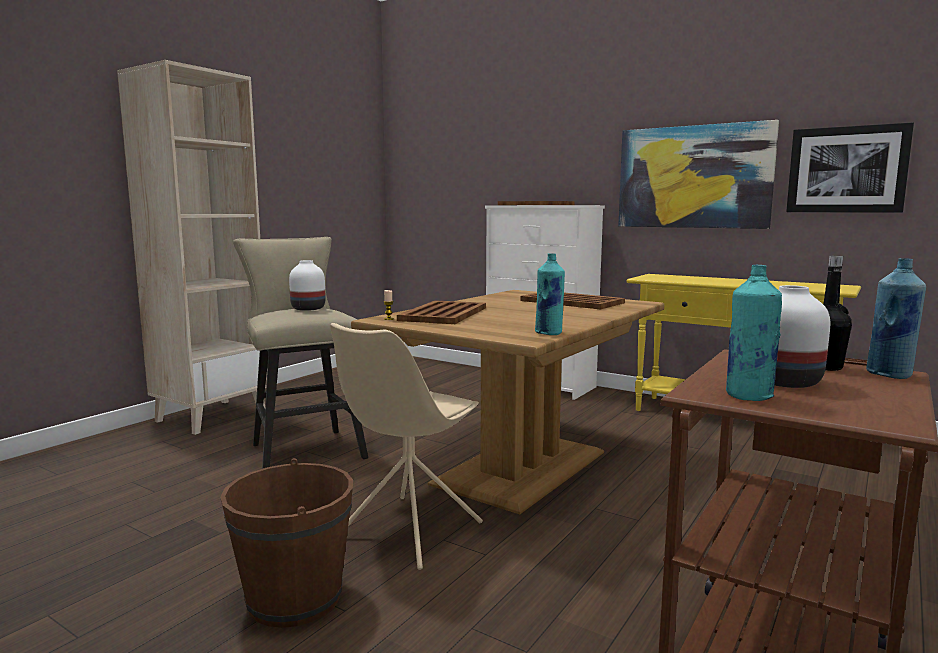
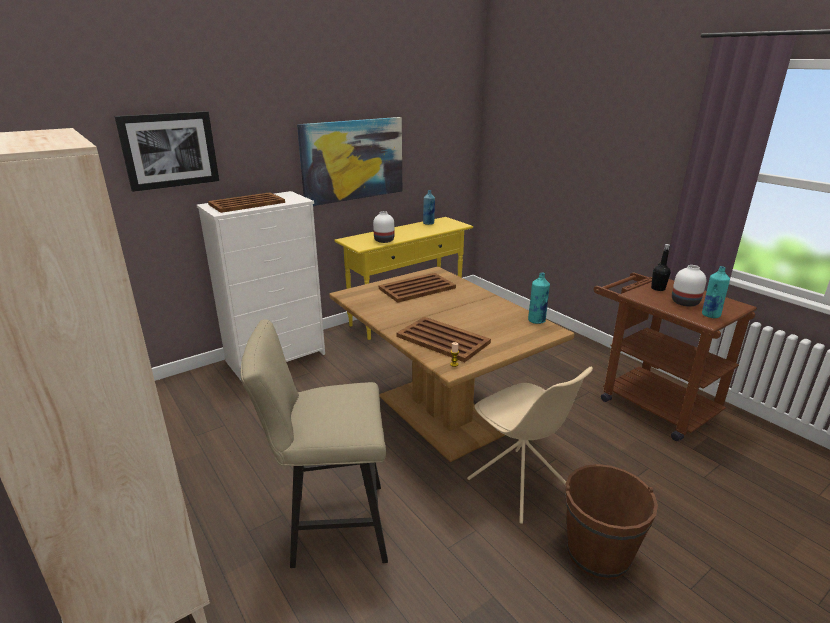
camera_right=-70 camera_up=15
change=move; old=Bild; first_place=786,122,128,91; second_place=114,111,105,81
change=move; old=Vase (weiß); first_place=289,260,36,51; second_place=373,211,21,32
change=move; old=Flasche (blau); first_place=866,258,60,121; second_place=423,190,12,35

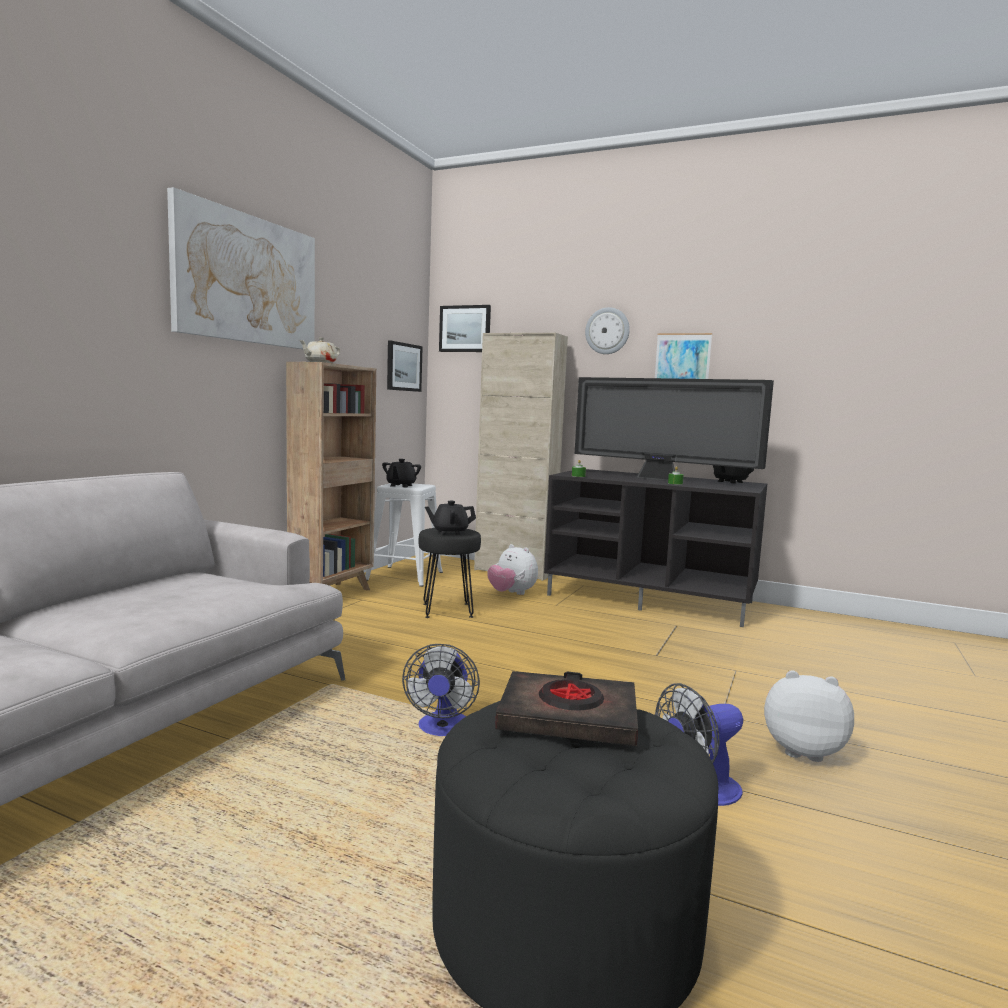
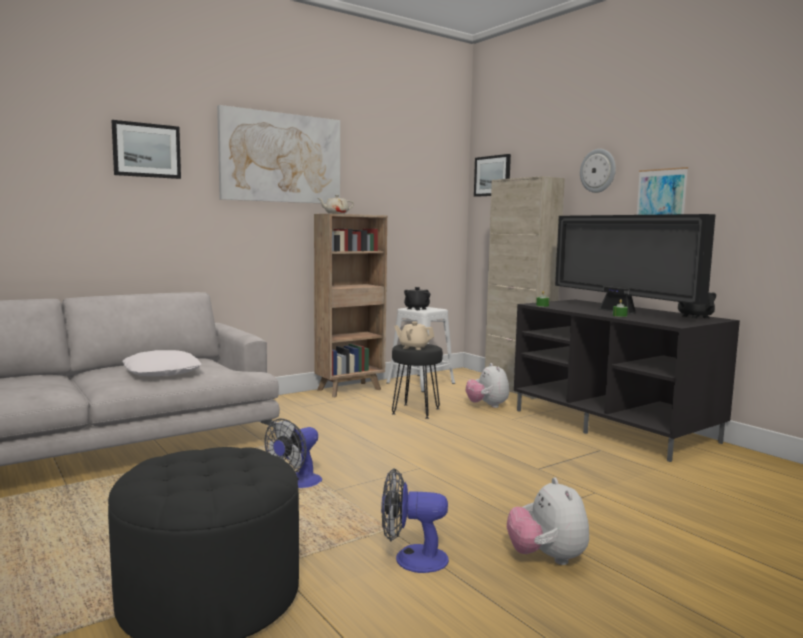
camera_right=30 camera_up=0
change=move; old=Bild; first_place=387,341,36,51; second_place=112,120,69,59
change=insert; new=Kissen (weiß); second_place=122,350,79,26
change=recolor; old=Teekanne (schwarz); new=Teekanne (beige); first_place=425,501,51,34; second_place=394,321,41,29
change=rotate; old=Plüschtier; first_place=764,670,90,92; second_place=507,477,82,88; degrees=-150
change=delete; old=Buch (schwarz); first_place=495,671,143,75

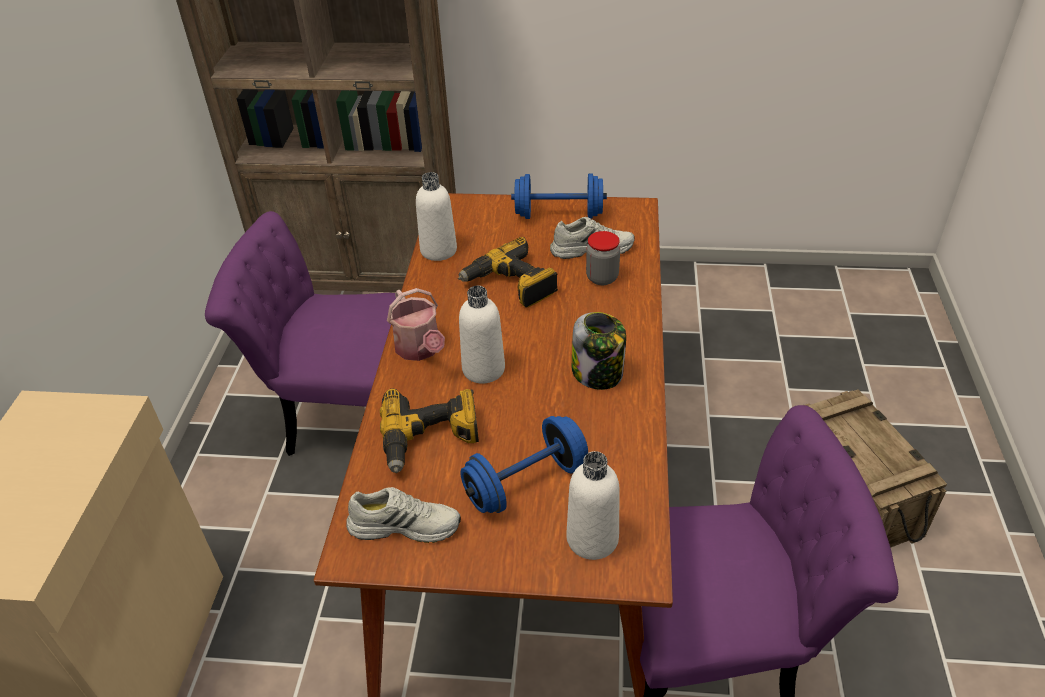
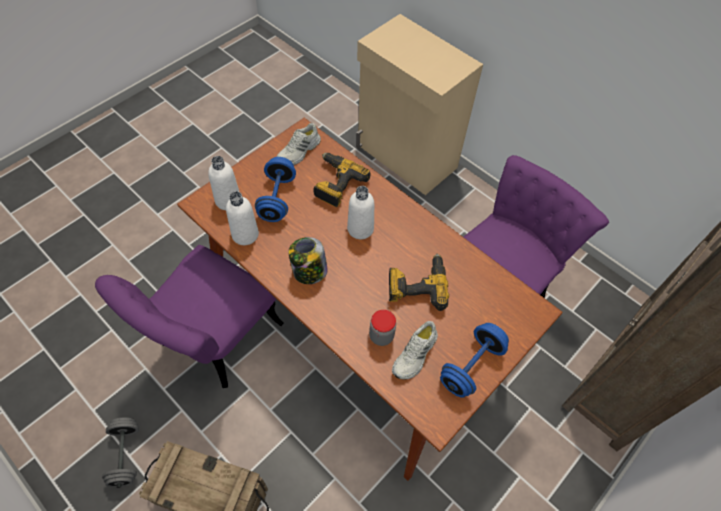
camera_right=125 camera_up=15
change=insert; new=Hantel (grau); second_place=102,417,37,71
change=move; old=Flasche (weiß); first_place=416,172,41,89; second_place=226,191,33,54
change=delete; old=Gießkanne; first_place=387,288,58,73

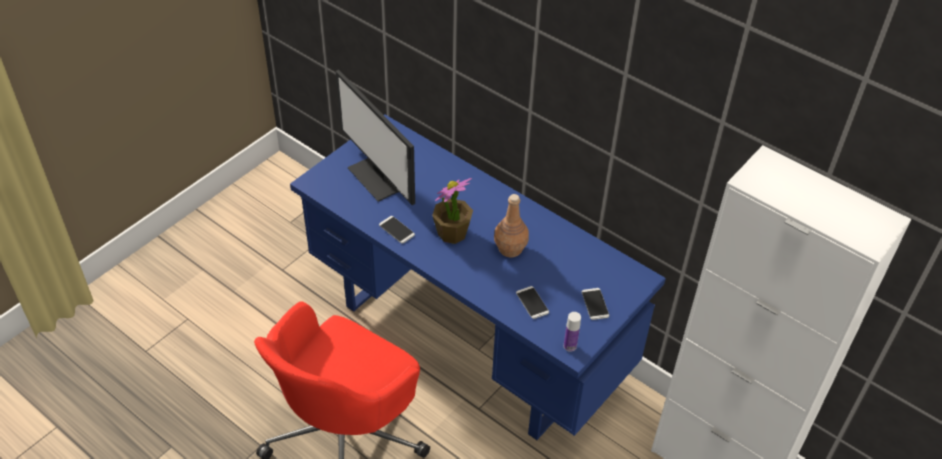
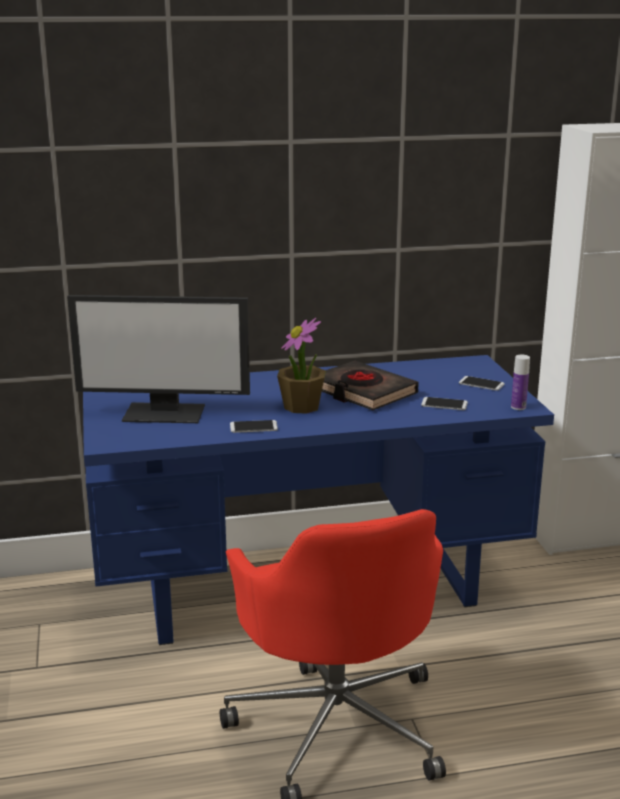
camera_right=-50 camera_up=-25
change=replace; old=Flasche (braun); new=Buch (schwarz); first_place=494,194,35,63; second_place=322,361,97,49

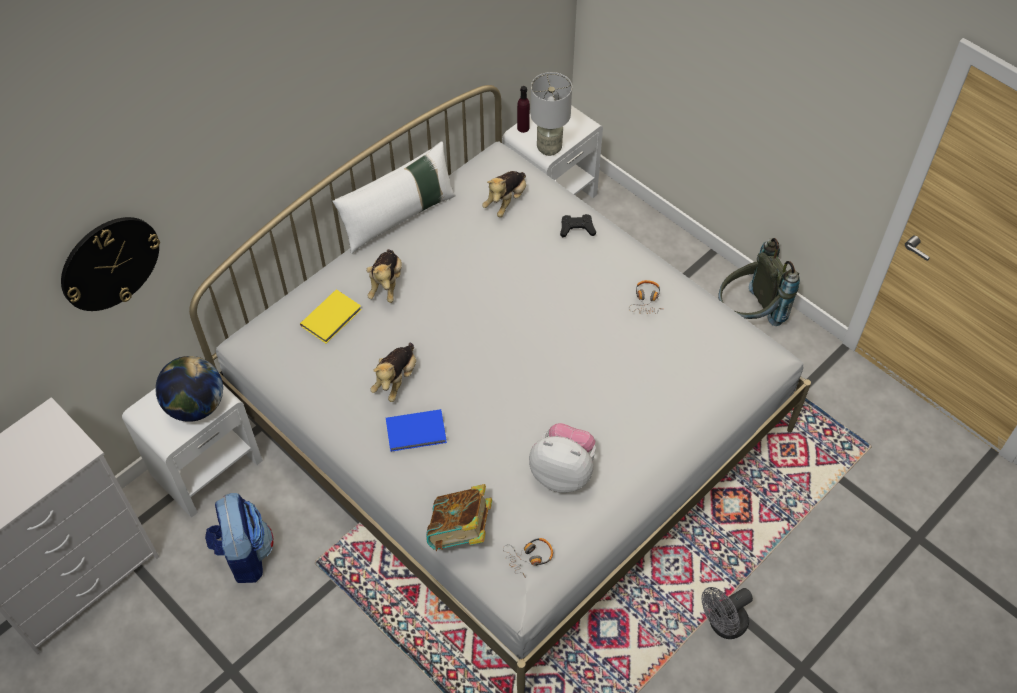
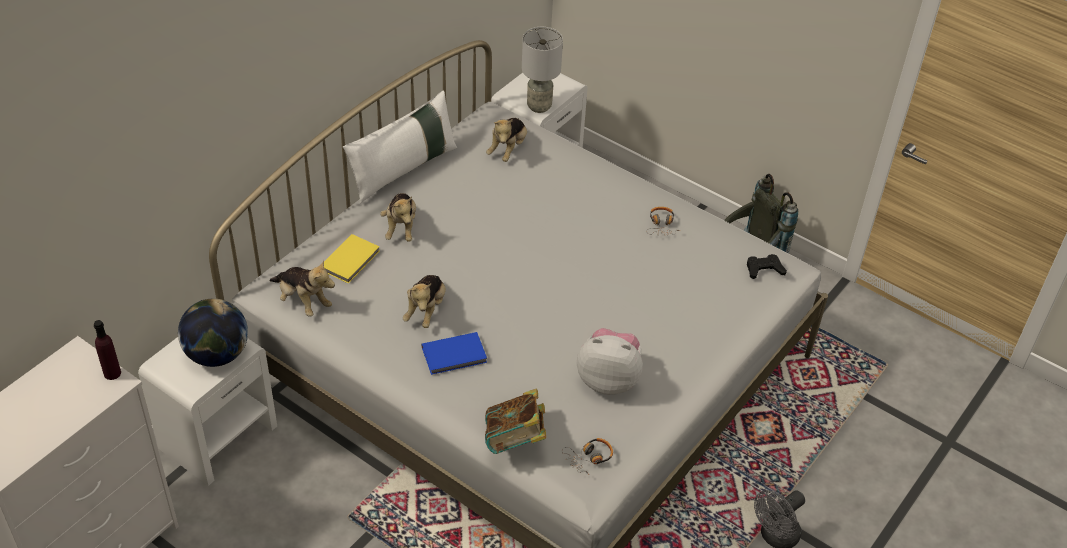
camera_right=-10 camera_up=-10
change=move; old=Flasche (lila); first_place=517,86,13,47; second_place=94,320,27,60
change=insert; new=Plüschtier; second_place=269,260,66,57
change=move; old=Gamepad (schwarz); first_place=560,214,36,24; second_place=747,254,40,25
change=delete; old=Wanduhr; first_place=61,217,99,94
change=delete; old=Rucksack; first_place=205,493,69,90

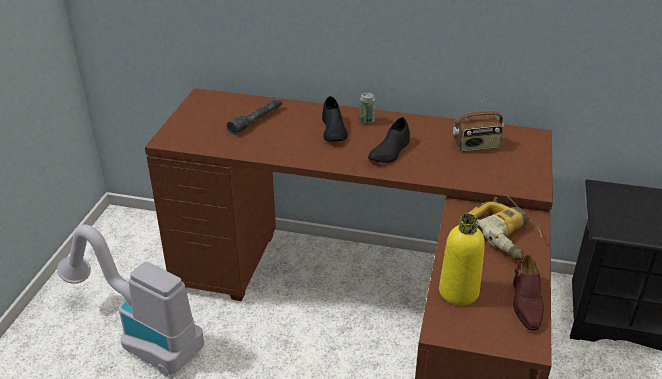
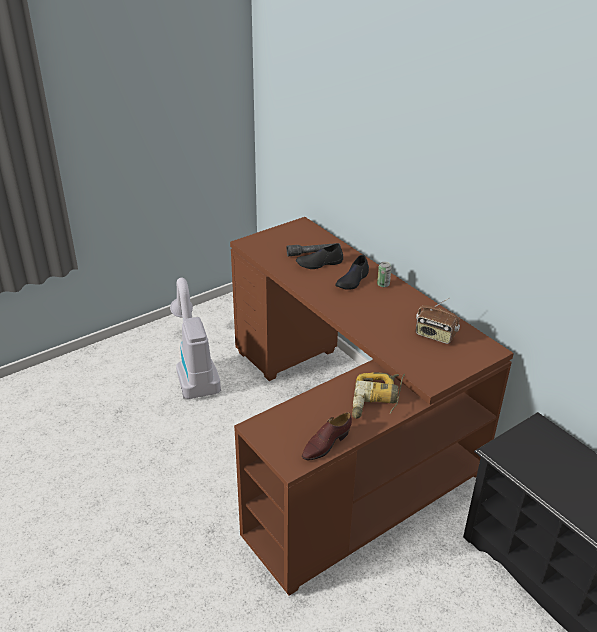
camera_right=40 camera_up=0
change=move; old=Schuh (schwarz); first_place=368,117,42,46; second_place=296,243,47,26
change=delete; old=Flasche (gelb); first_place=439,214,46,91

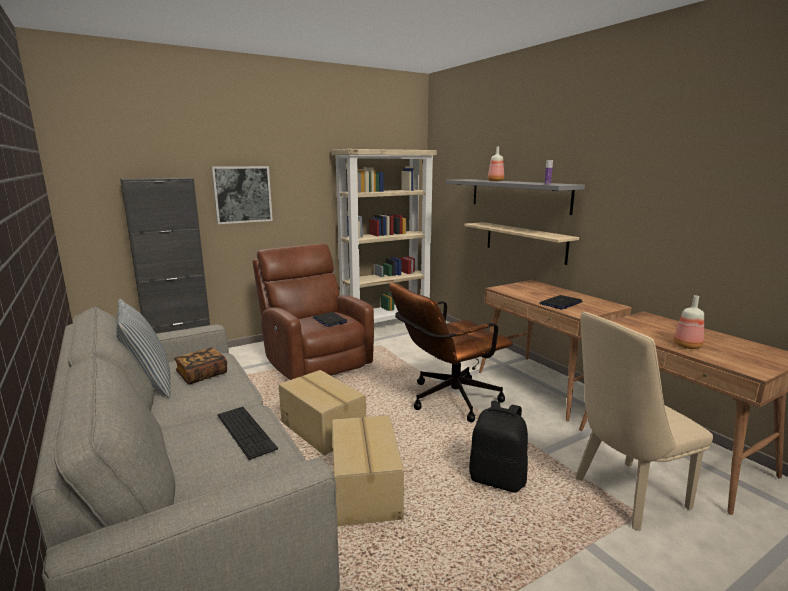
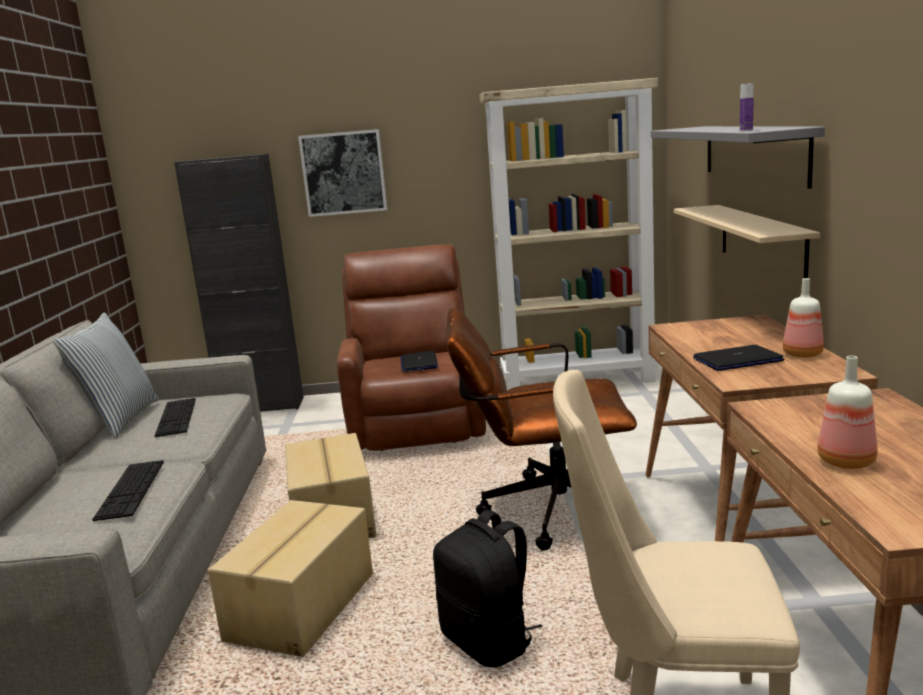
camera_right=30 camera_up=0
change=replace; old=Buch; new=Tastatur; first_place=174,347,53,37; second_place=155,398,41,39
change=move; old=Flasche; first_place=488,146,16,35; second_place=783,278,41,80

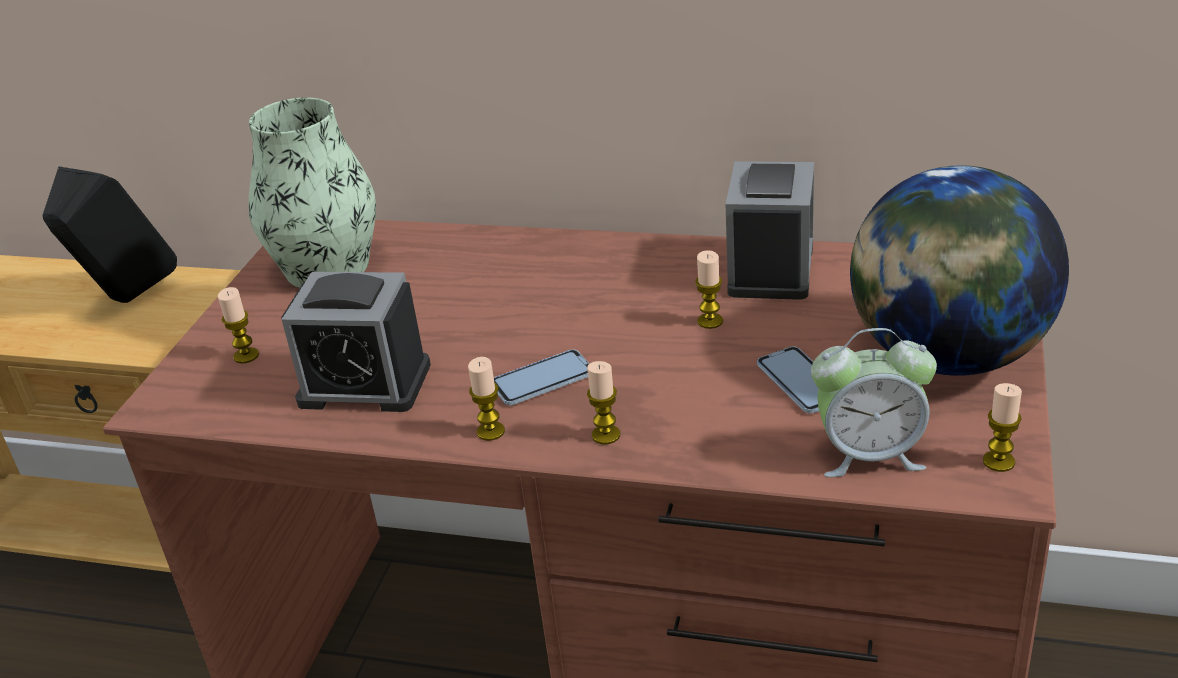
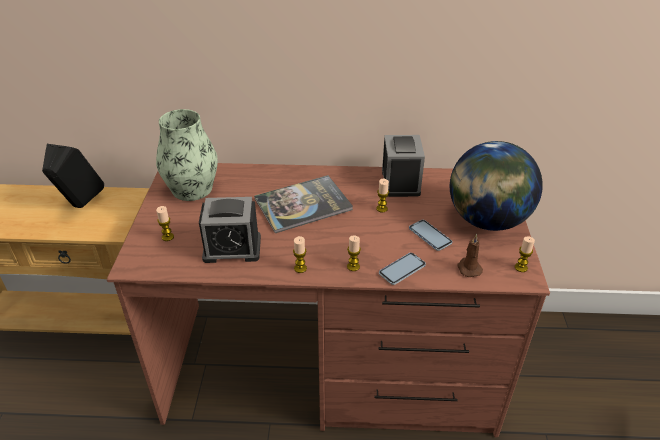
camera_right=-15 camera_up=5
change=insert; new=Buch; second_place=254,175,99,58
change=move; old=Handy; first_place=494,350,96,55; second_place=379,253,47,32
change=replace; old=Wecker; new=Kerze (braun); first_place=811,328,126,149; second_place=457,234,26,43

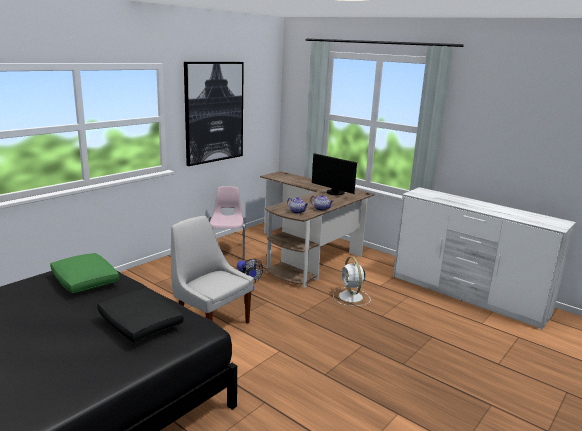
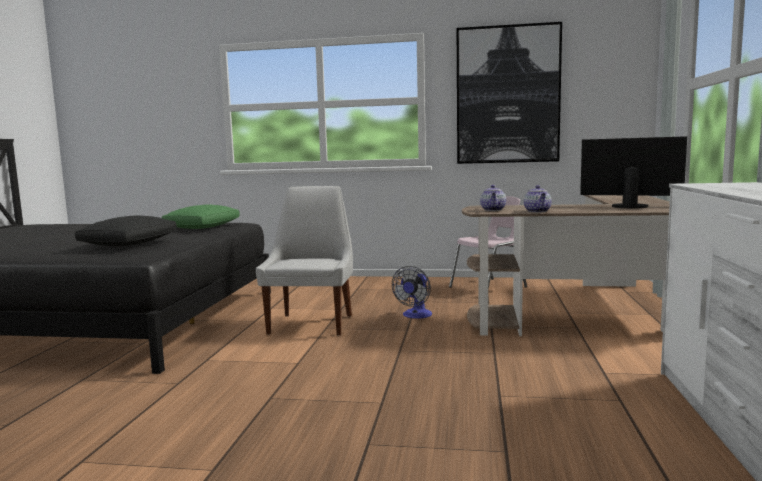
camera_right=60 camera_up=-10
change=rotate; old=Monitor; first_place=312,153,45,42; second_place=580,136,107,72; degrees=105
change=delete; old=Ventilator (weiß); first_place=333,257,38,49

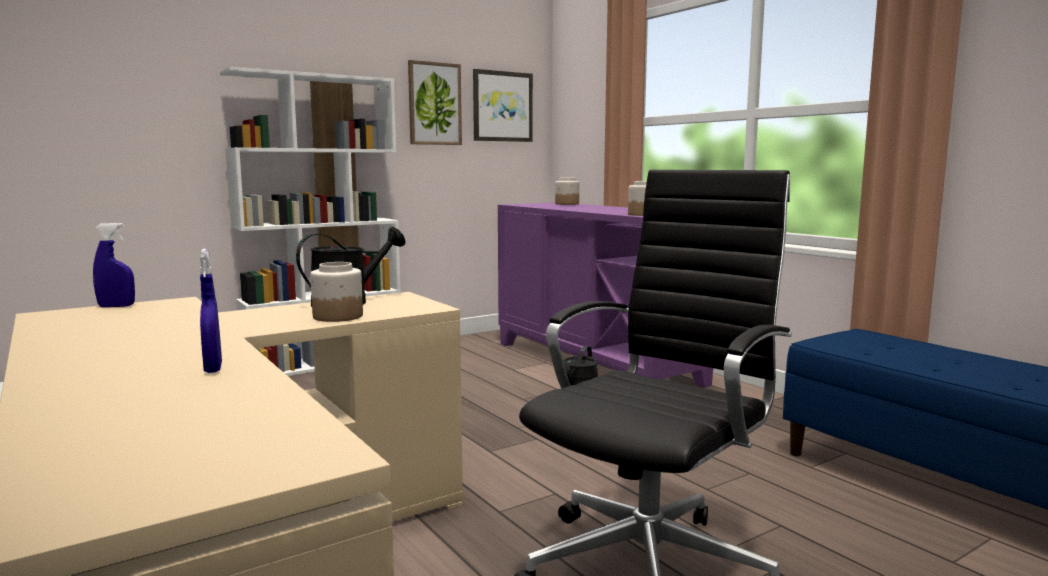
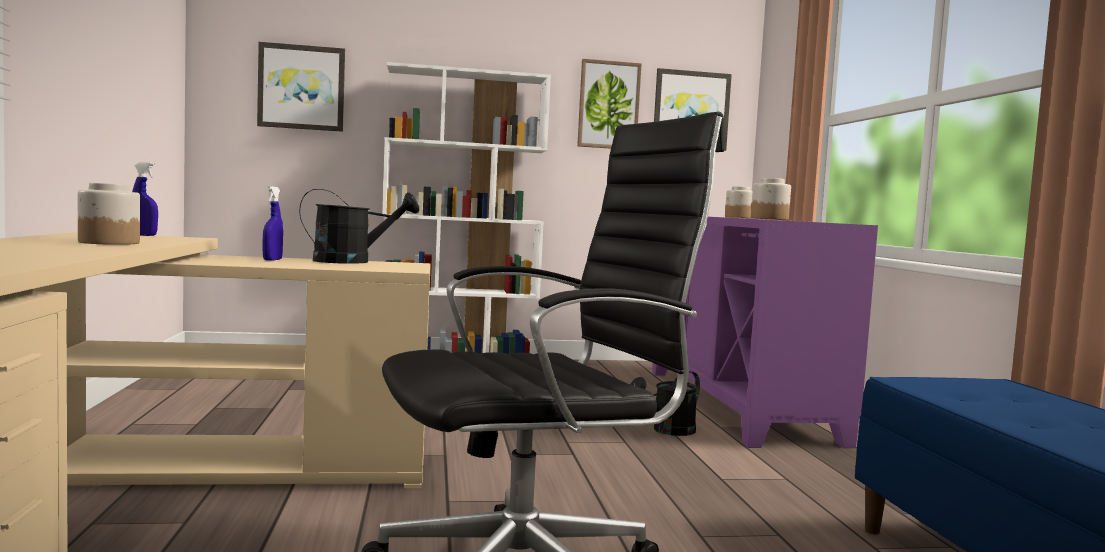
camera_right=25 camera_up=-5
change=move; old=Vorratsglas; first_place=310,262,53,60; second_place=78,183,62,62
change=insert; new=Bild; second_place=257,42,88,90
change=move; old=Sprühflasche (blau); first_place=199,249,23,124; second_place=263,186,20,75

